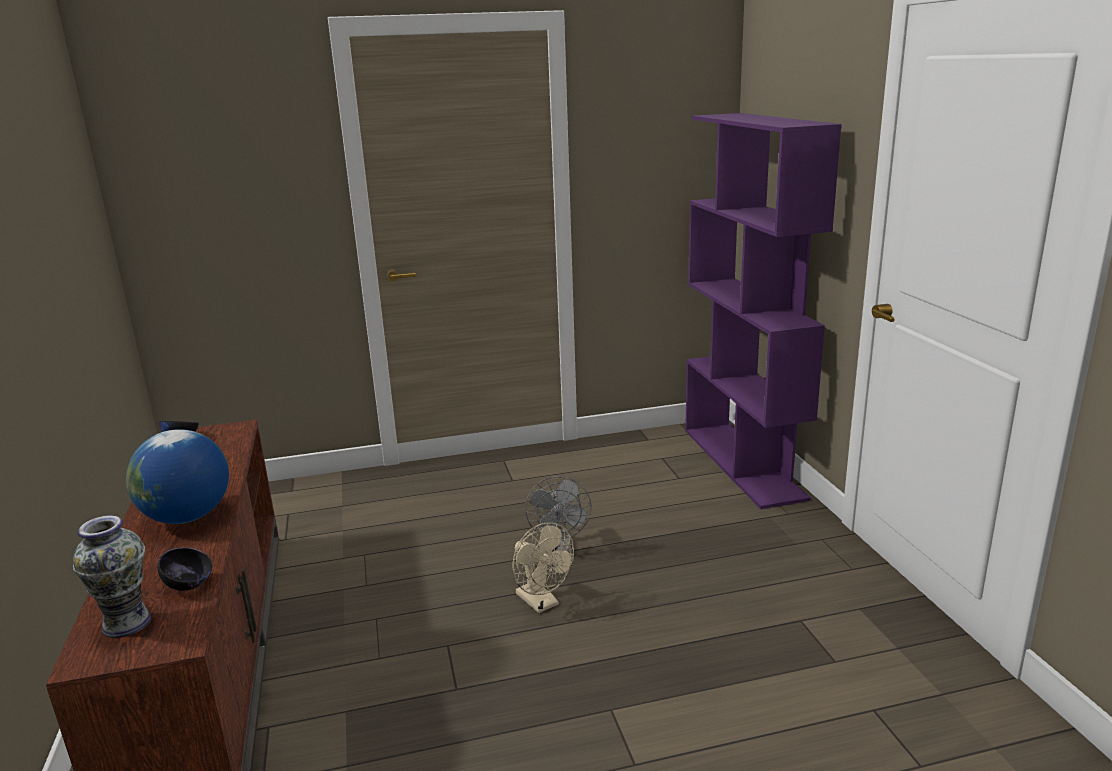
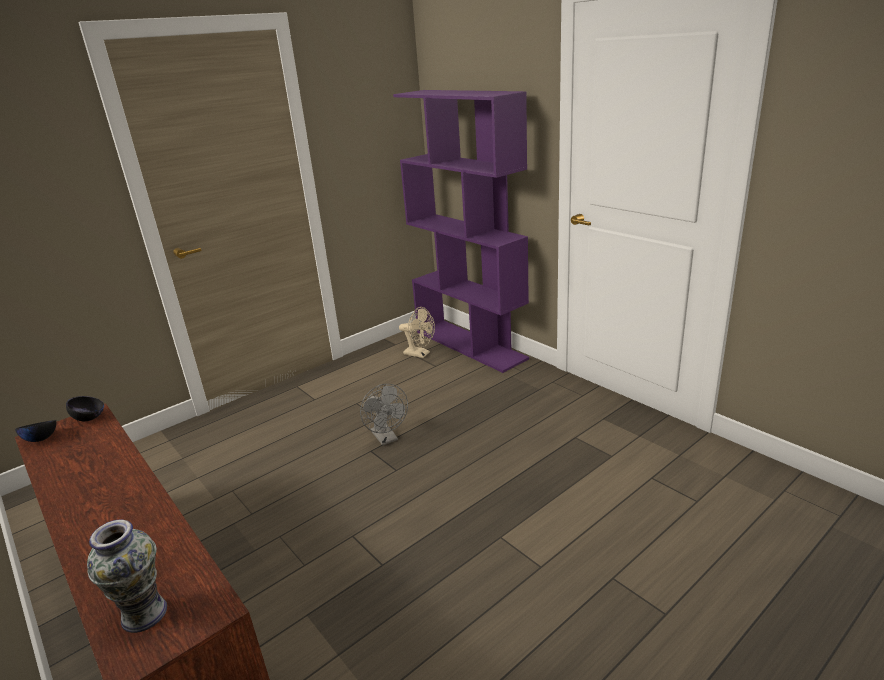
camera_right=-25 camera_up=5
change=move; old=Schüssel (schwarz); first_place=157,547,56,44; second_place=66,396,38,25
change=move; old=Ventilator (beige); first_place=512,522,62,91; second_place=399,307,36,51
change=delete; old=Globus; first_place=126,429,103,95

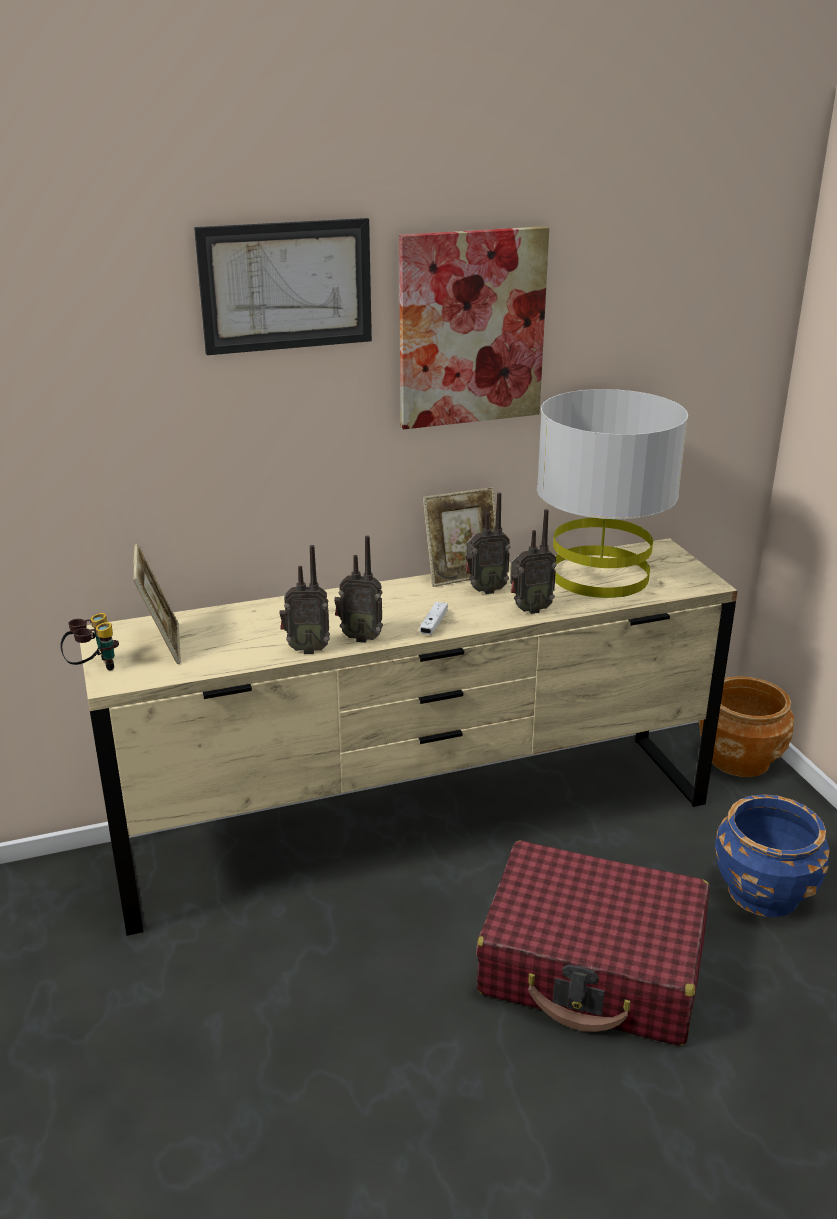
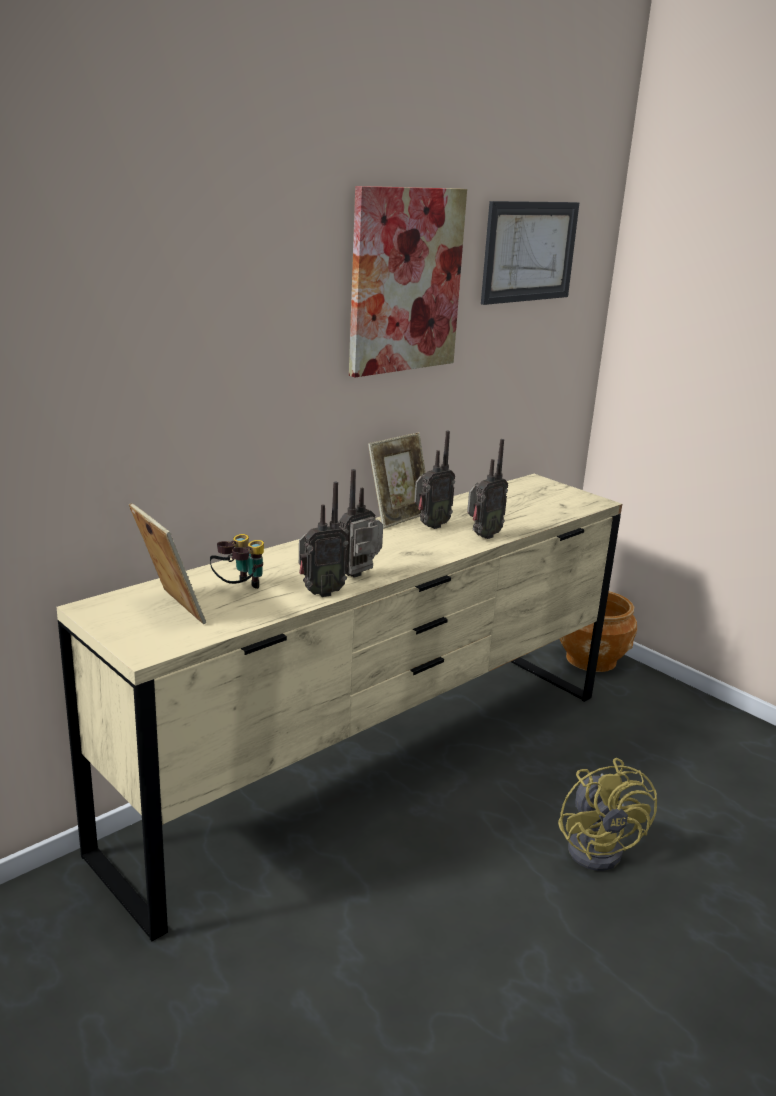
camera_right=-25 camera_up=-5
change=move; old=Fernglas; first_place=60,613,59,57; second_place=210,534,54,55
change=rotate; old=Radio; first_place=334,536,49,107; second_place=339,469,44,109; degrees=150
change=move; old=Bild; first_place=194,218,178,137; second_place=481,201,98,104
change=replace; old=Koffer (rot); new=Ventilator (gelb); first_place=476,840,233,206; second_place=558,758,99,113
change=delete; old=Gamepad (weiß); first_place=419,602,29,33
change=delete; old=Tischlampe (grau); first_place=537,389,151,209
change=delete; old=Pflanzkübel (blau); first_place=715,794,115,123

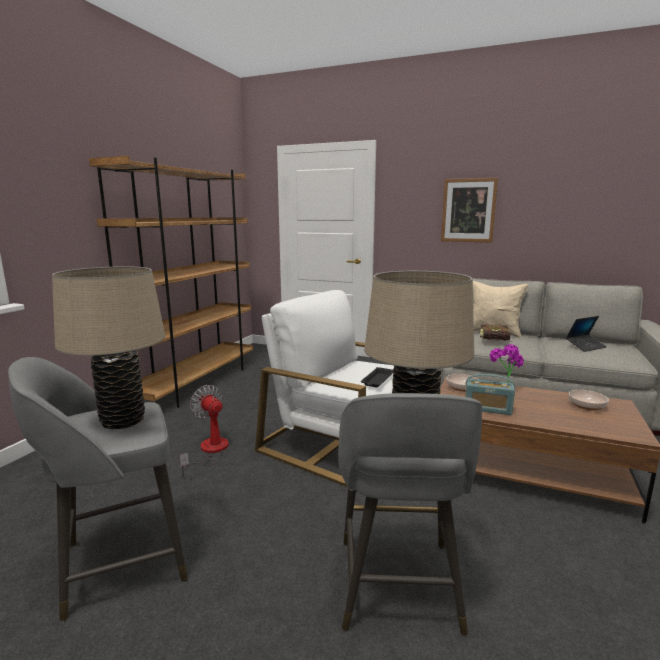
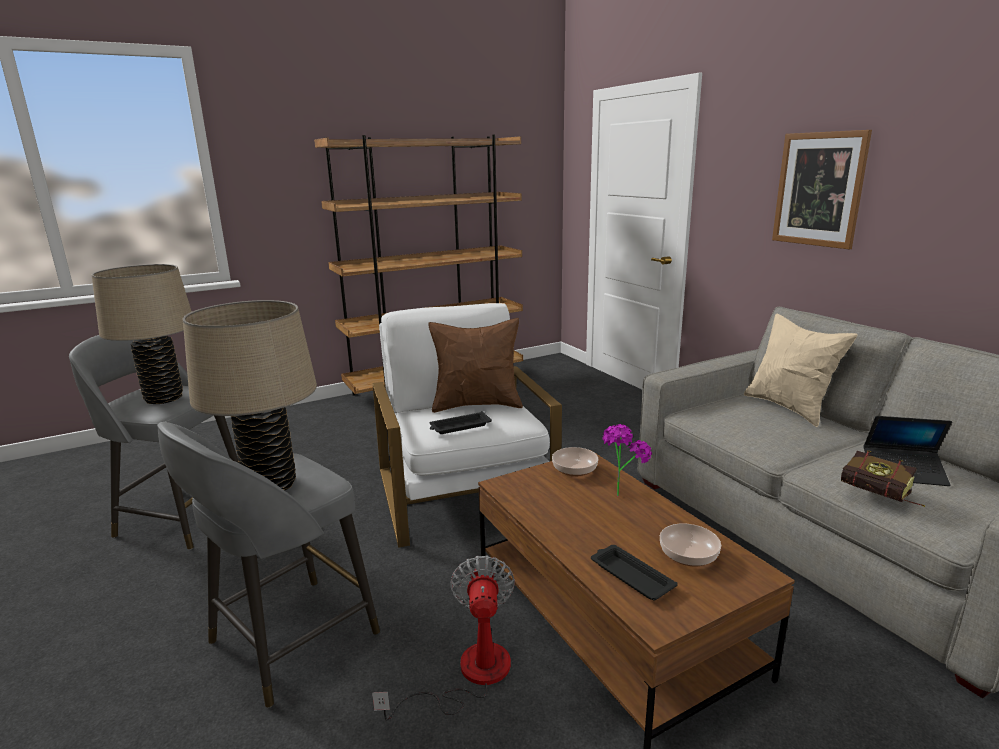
camera_right=40 camera_up=5
change=move; old=Ventilator; first_place=180,385,49,92; second_place=372,555,143,166
change=insert; new=Kissen (braun); second_place=428,318,95,95
change=insert; new=Tablett (schwarz); second_place=591,545,87,55
change=move; old=Buch; first_place=480,323,33,19; second_place=841,450,84,57
change=delete; old=Radio; first_place=465,374,50,41

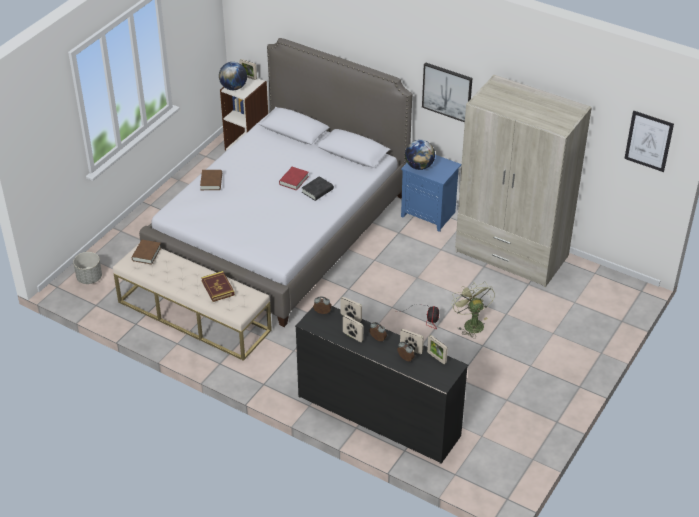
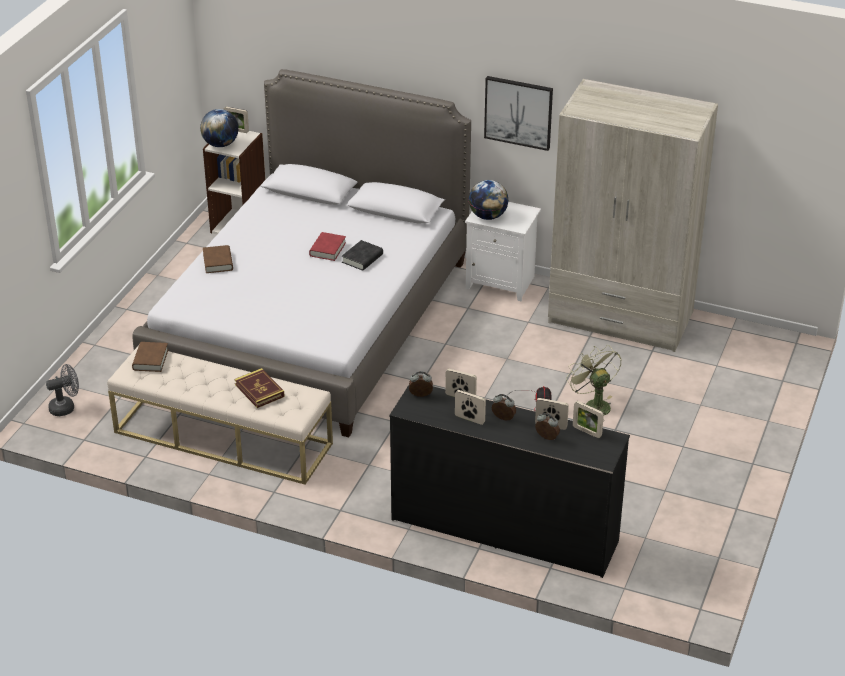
camera_right=-10 camera_up=-5
change=replace; old=Pflanzkübel (grau); new=Ventilator (grau); first_place=73,252,29,32; second_place=46,364,33,52
change=recolor; old=Nachttisch (blau); new=Nachttisch (weiß); first_place=401,155,60,77; second_place=465,202,76,99
change=delete; old=Bild; first_place=624,111,50,61

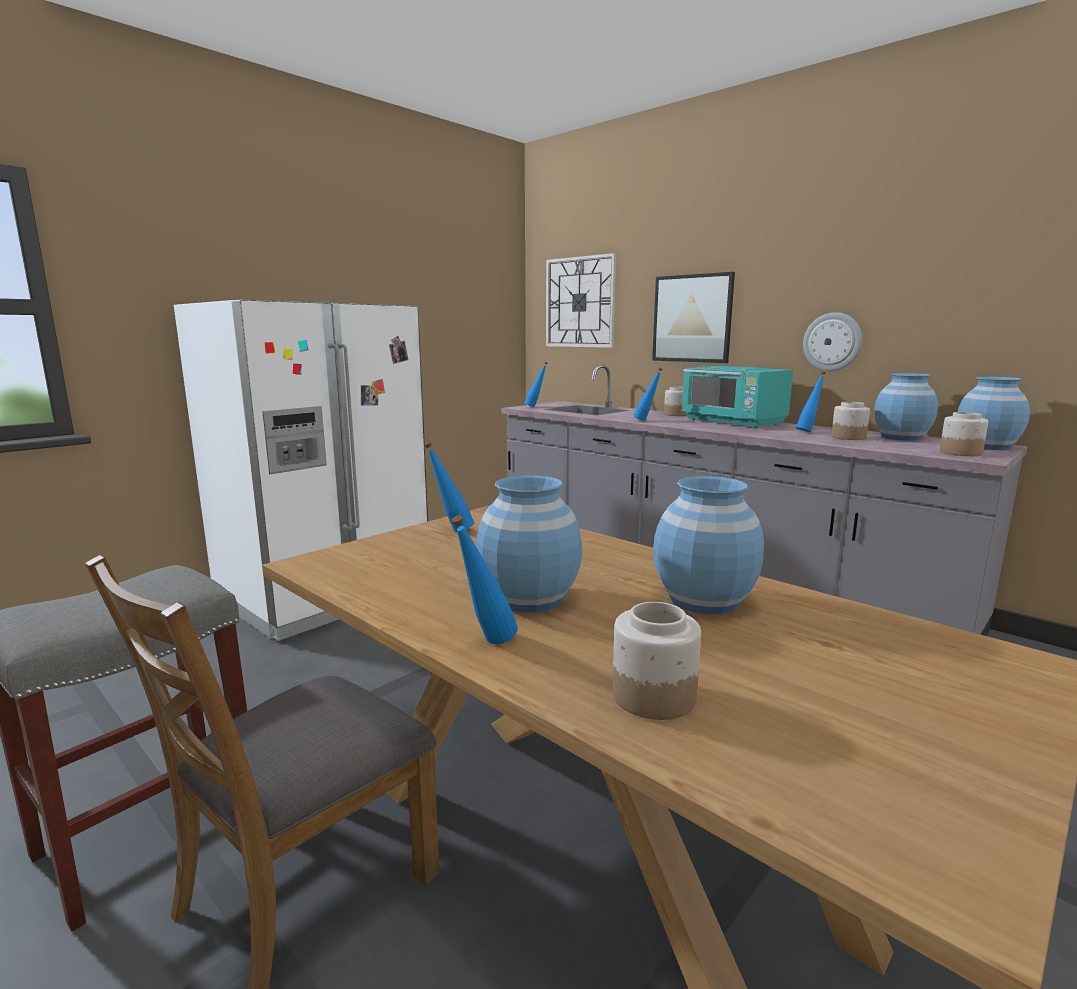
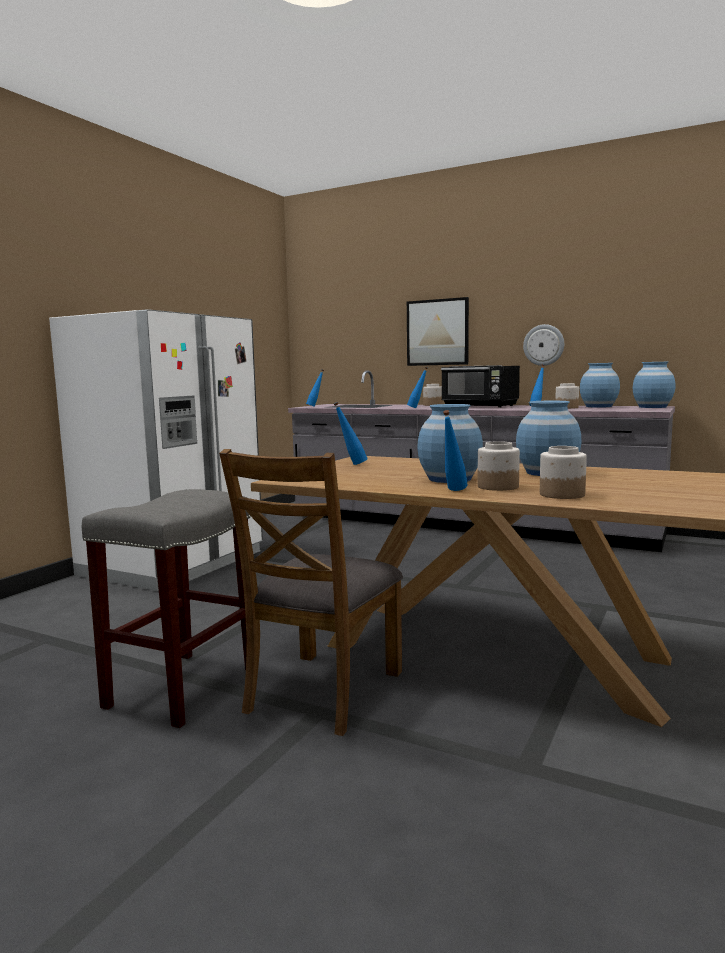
camera_right=-15 camera_up=-5
change=recolor; old=Mikrowelle (türkis); new=Mikrowelle (schwarz); first_place=682,366,111,62; second_place=441,365,79,43
change=move; old=Vorratsglas; first_place=940,412,48,44; second_place=478,441,42,50
change=delete; old=Wanduhr; first_place=546,253,71,95

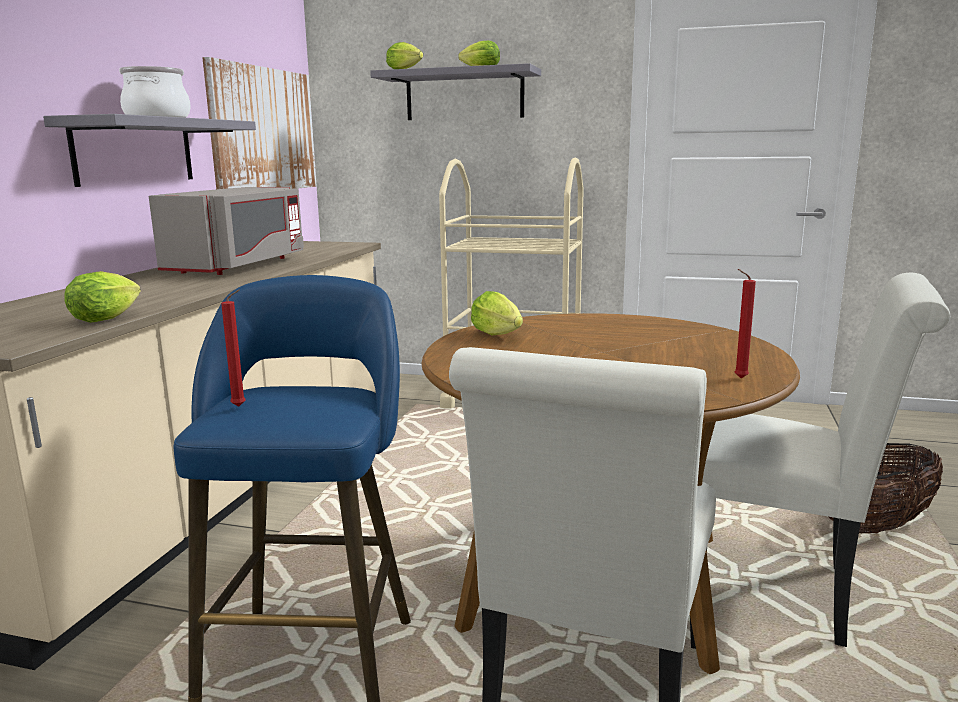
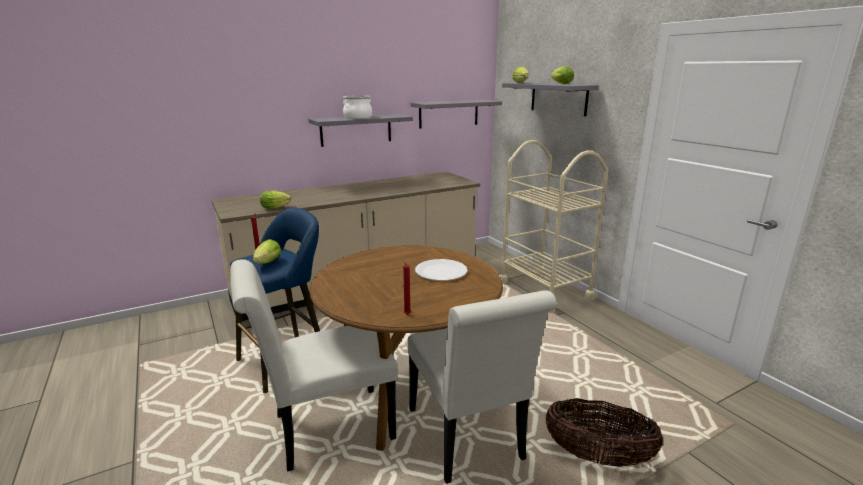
camera_right=45 camera_up=5
change=move; old=Salatkopf; first_place=471,291,52,44; second_place=253,239,28,25
change=replace; old=Bild; new=Wandregal (grau); first_place=202,57,115,132; second_place=410,100,92,29
change=insert; new=Teller (weiß); second_place=415,259,52,22
change=delete; old=Mikrowelle (grau); first_place=149,187,155,88

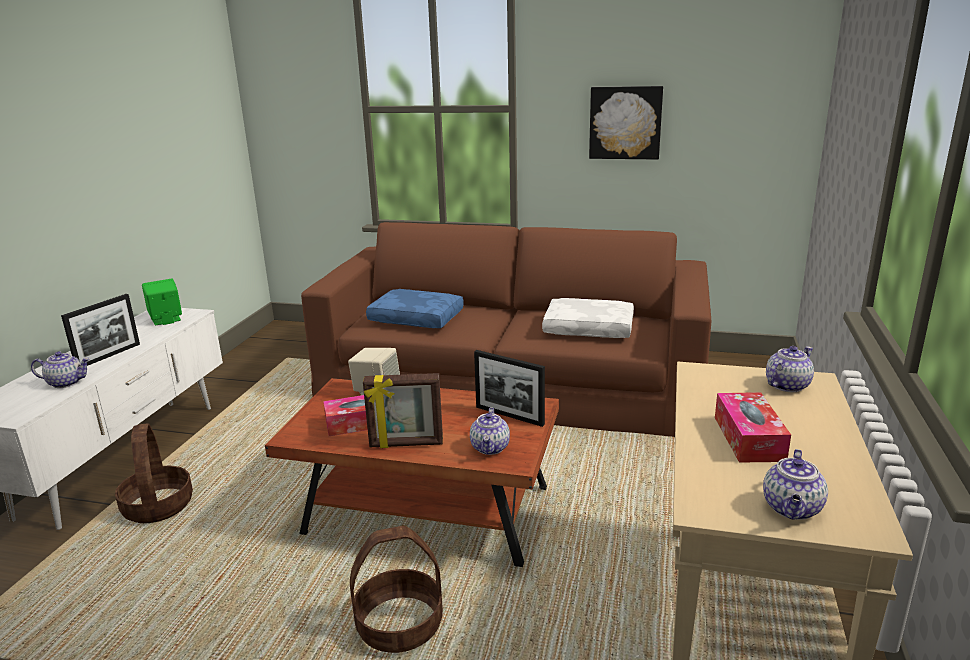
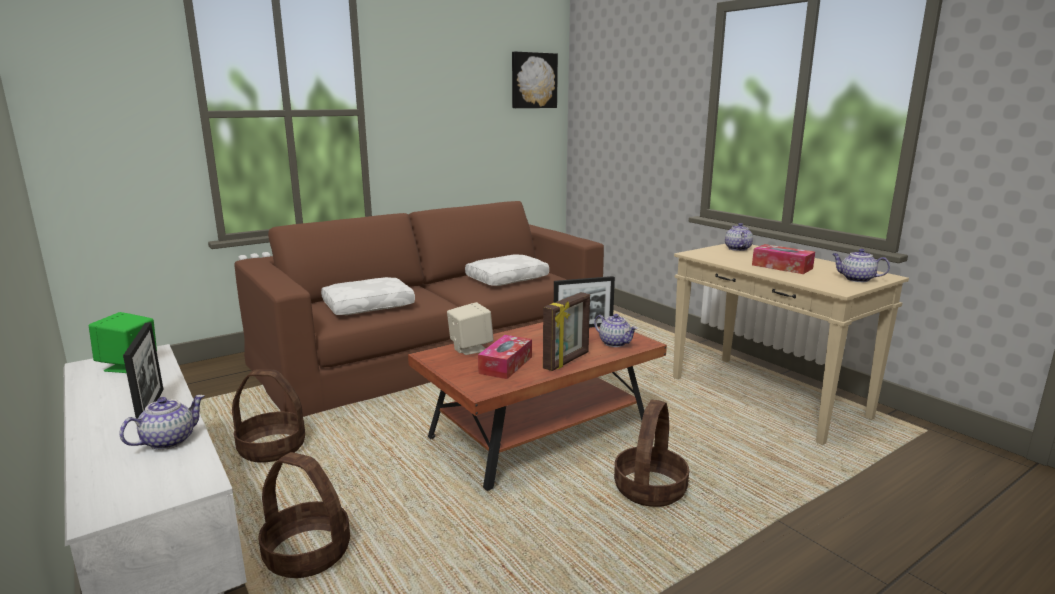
camera_right=-50 camera_up=-5
change=insert; new=Korb; second_place=232,369,73,94
change=recolor; old=Kissen (blau); new=Kissen (weiß); first_place=366,289,98,39; second_place=321,277,94,38
change=move; old=Bild; first_place=589,86,74,74; second_place=512,51,46,57
change=rotate; old=Teekanne; first_place=763,449,65,71; second_place=832,249,58,33; degrees=150

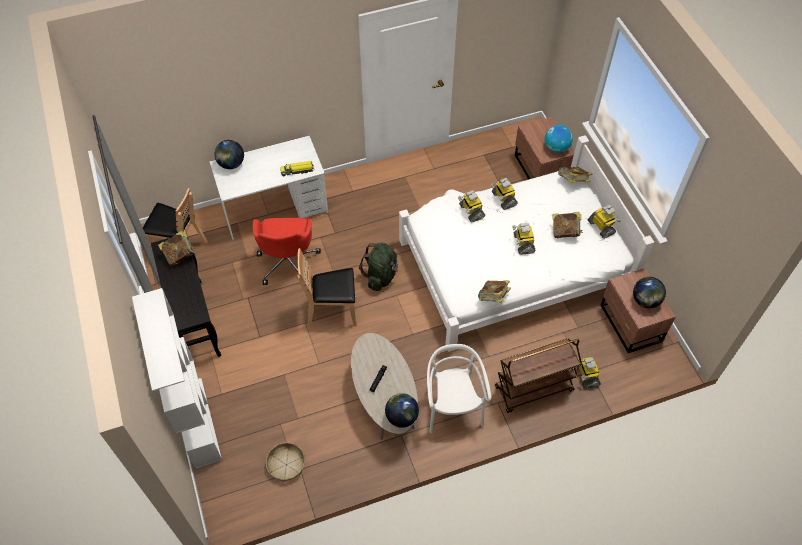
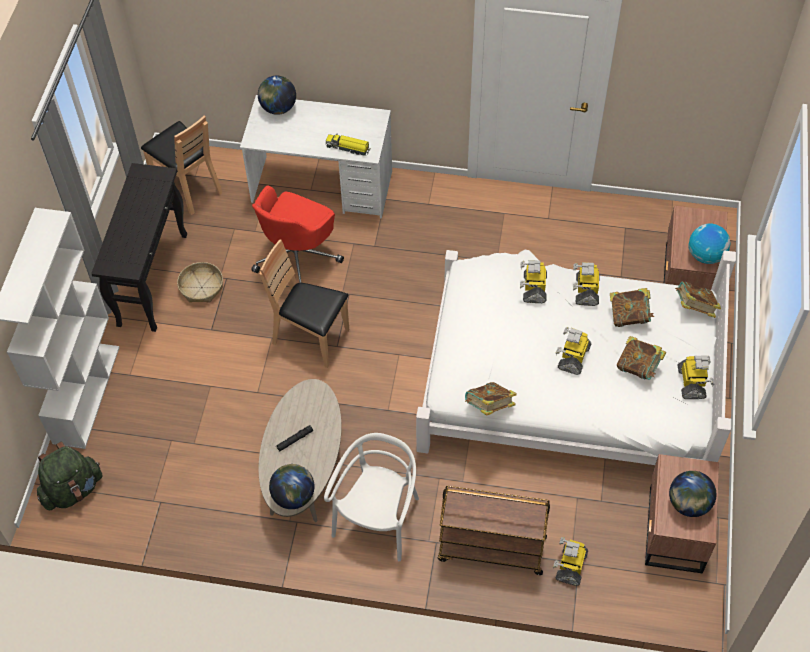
camera_right=30 camera_up=0
change=move; old=Rucksack (grün); first_place=359,243,39,48; second_place=37,441,65,69
change=move; old=Korb; first_place=266,443,39,39; second_place=177,262,46,41
change=move; old=Buch; first_place=158,231,38,35; second_place=610,288,44,39

